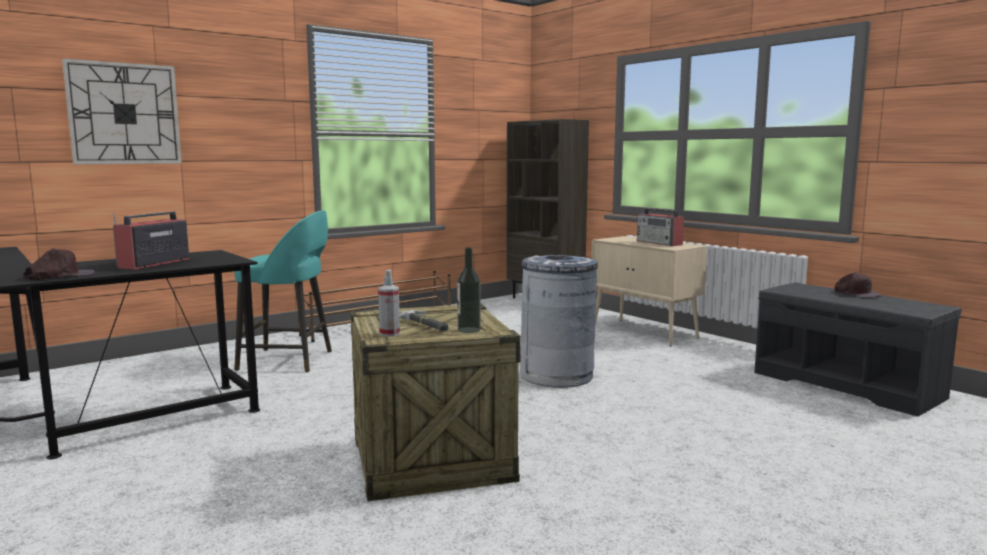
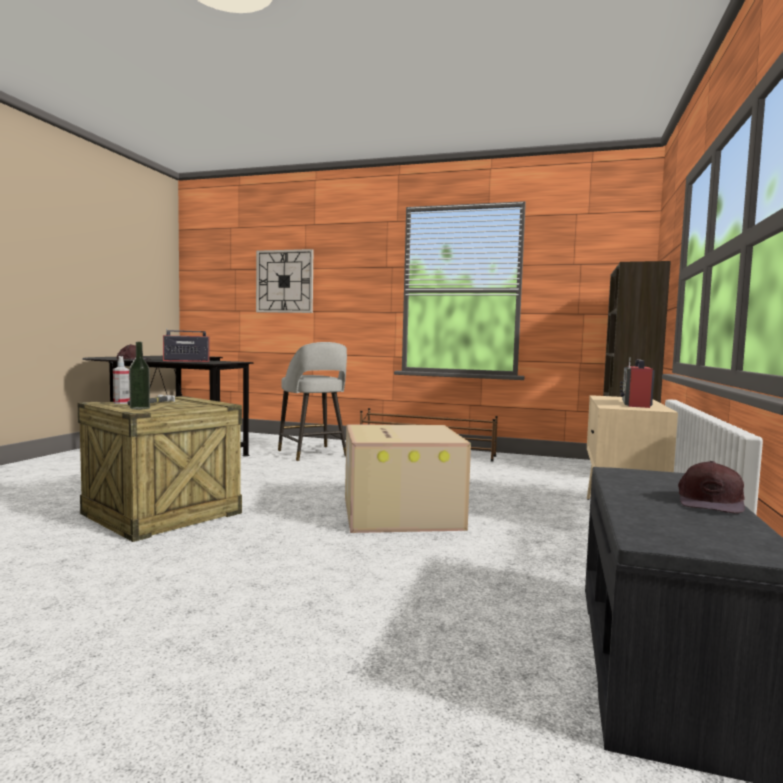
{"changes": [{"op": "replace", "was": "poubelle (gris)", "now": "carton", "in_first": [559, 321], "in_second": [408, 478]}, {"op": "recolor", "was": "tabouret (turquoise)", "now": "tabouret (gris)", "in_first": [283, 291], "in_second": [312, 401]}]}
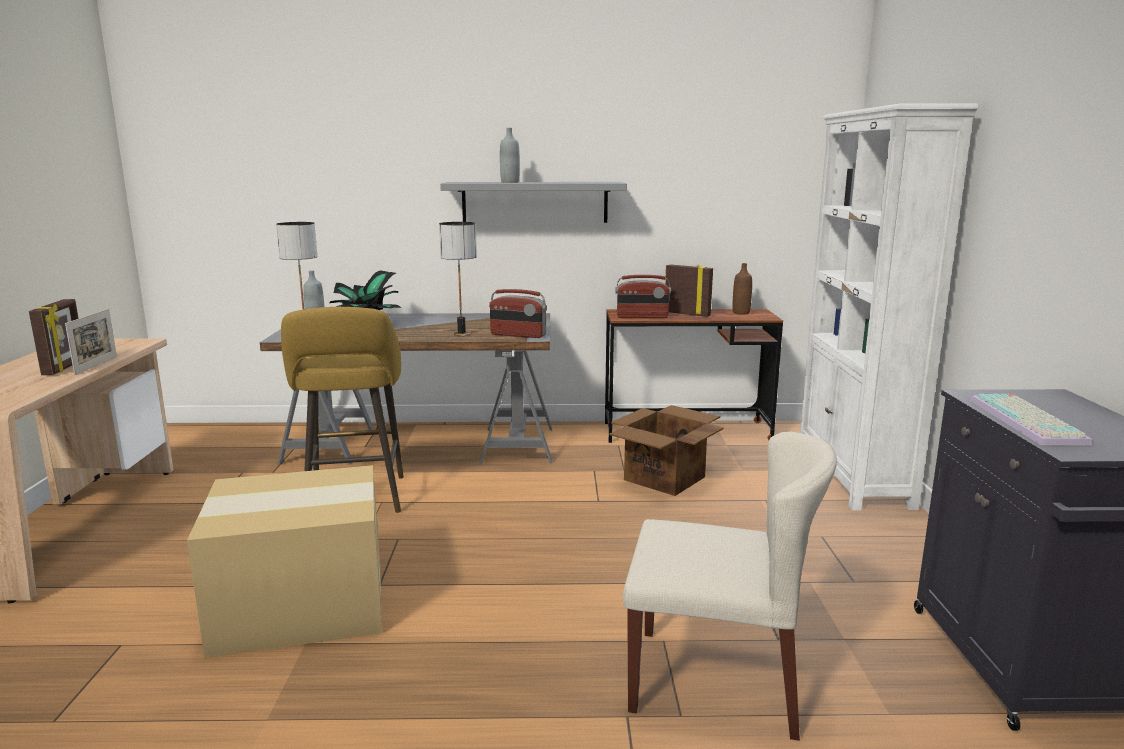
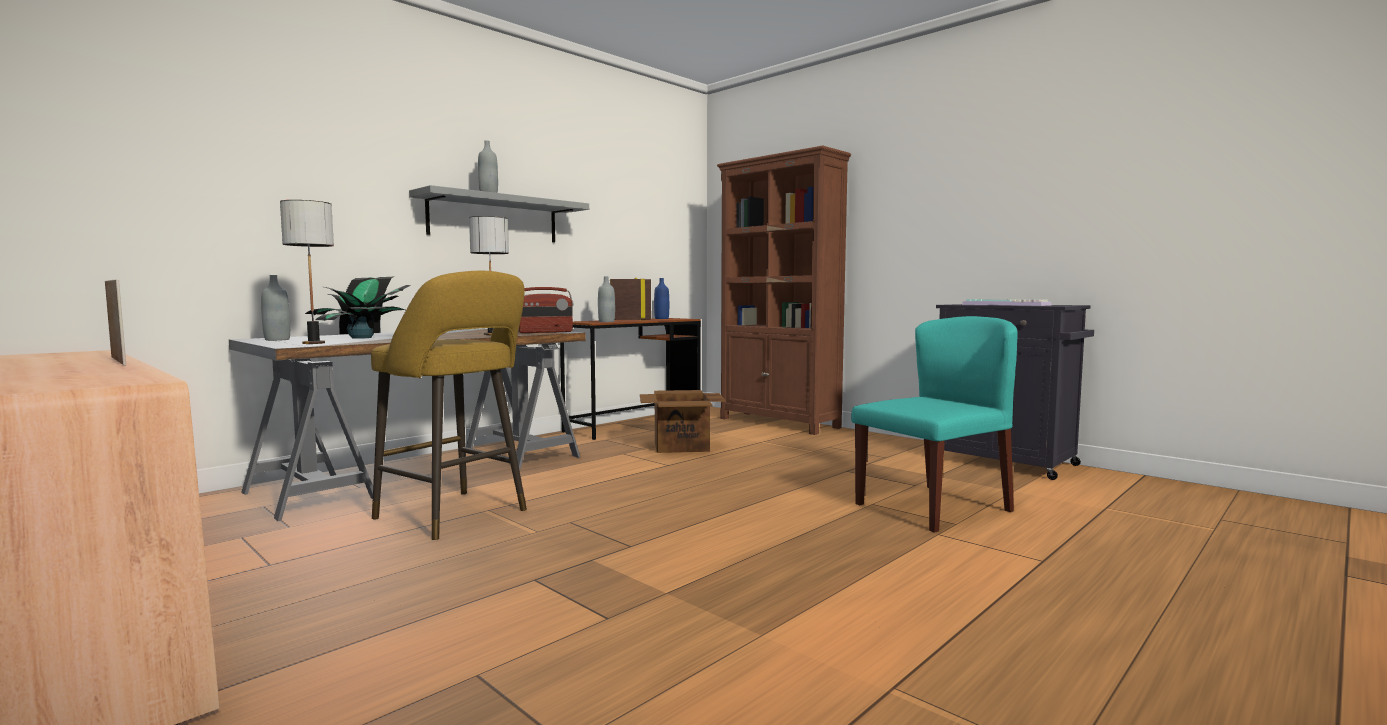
{"changes": [{"op": "delete", "was": "cadre photo", "in_first": [54, 337]}, {"op": "delete", "was": "carton", "in_first": [284, 561]}, {"op": "replace", "was": "radio", "now": "bouteille (gris)", "in_first": [643, 296], "in_second": [606, 299]}, {"op": "recolor", "was": "chaise (beige)", "now": "chaise (turquoise)", "in_first": [730, 586], "in_second": [934, 424]}, {"op": "recolor", "was": "bouteille (marron)", "now": "bouteille (bleu)", "in_first": [742, 289], "in_second": [661, 298]}, {"op": "recolor", "was": "bibliothèque (blanc)", "now": "bibliothèque (marron)", "in_first": [889, 306], "in_second": [784, 290]}]}
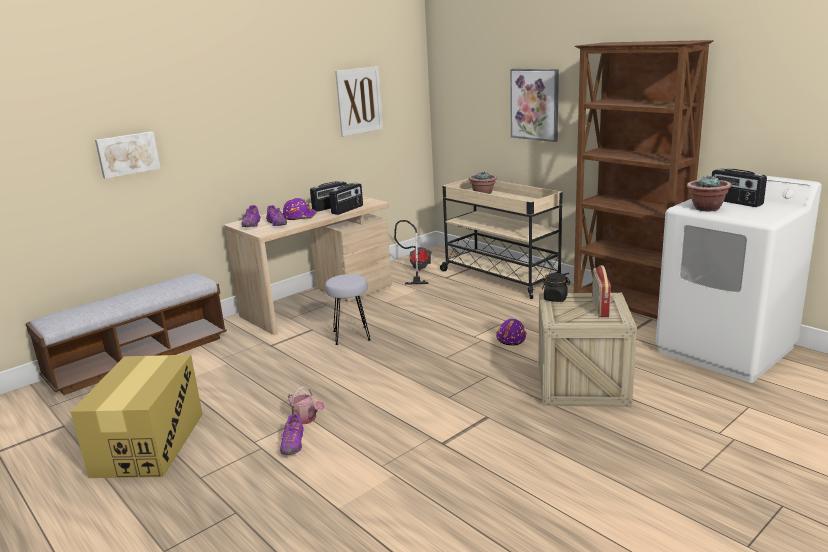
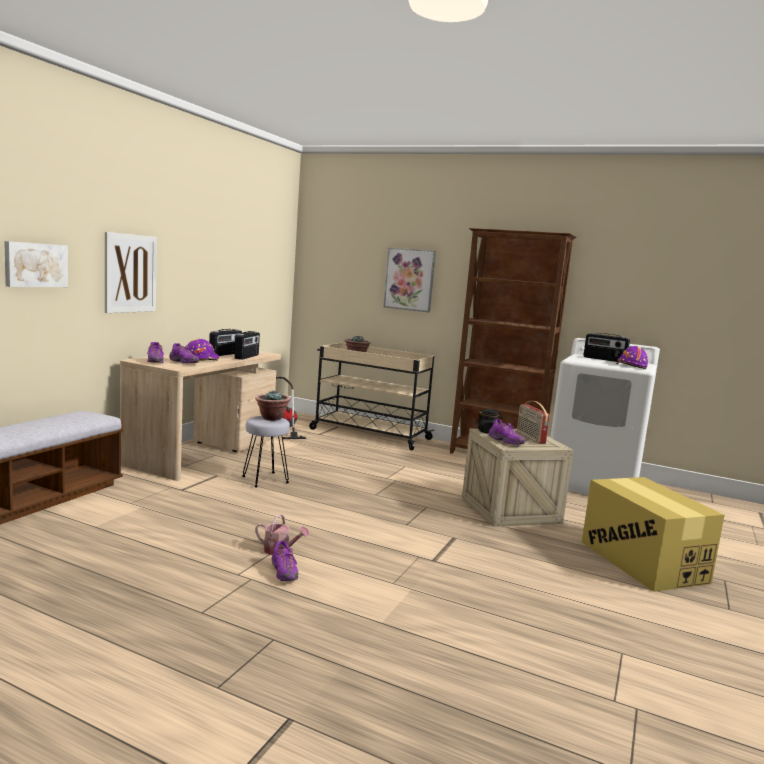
{"changes": [{"op": "insert", "now": "chaussure (violet)", "in_second": [507, 432]}, {"op": "move", "was": "carton", "in_first": [137, 416], "in_second": [653, 534]}, {"op": "move", "was": "tableau", "in_first": [359, 101], "in_second": [131, 272]}, {"op": "move", "was": "casque de chantier (violet)", "in_first": [511, 332], "in_second": [632, 357]}, {"op": "move", "was": "plante en pot", "in_first": [709, 193], "in_second": [273, 406]}]}
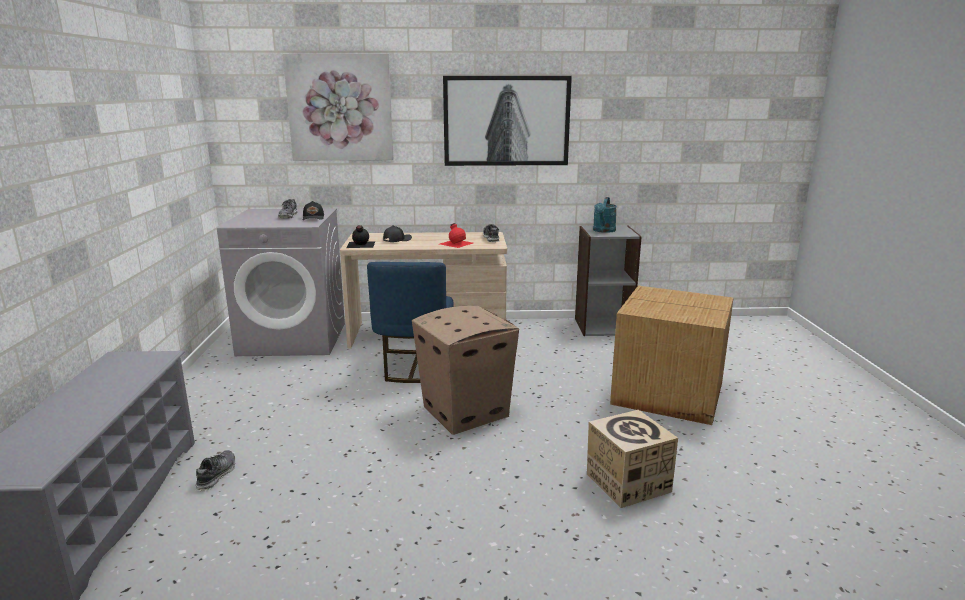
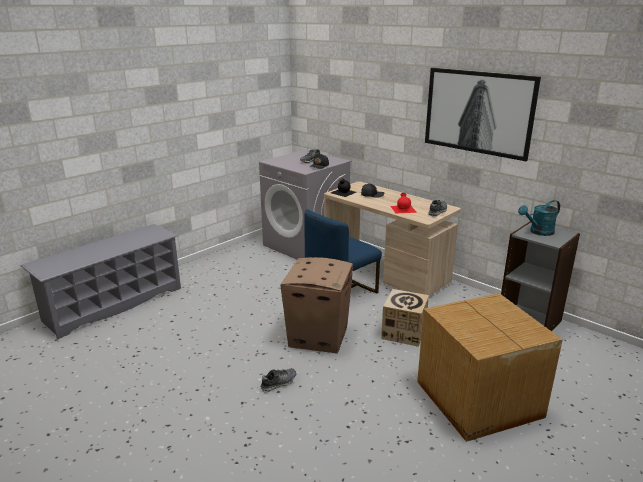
{"changes": [{"op": "delete", "was": "tableau", "in_first": [338, 106]}, {"op": "move", "was": "chaussure", "in_first": [215, 470], "in_second": [278, 380]}, {"op": "move", "was": "carton", "in_first": [632, 459], "in_second": [405, 318]}]}
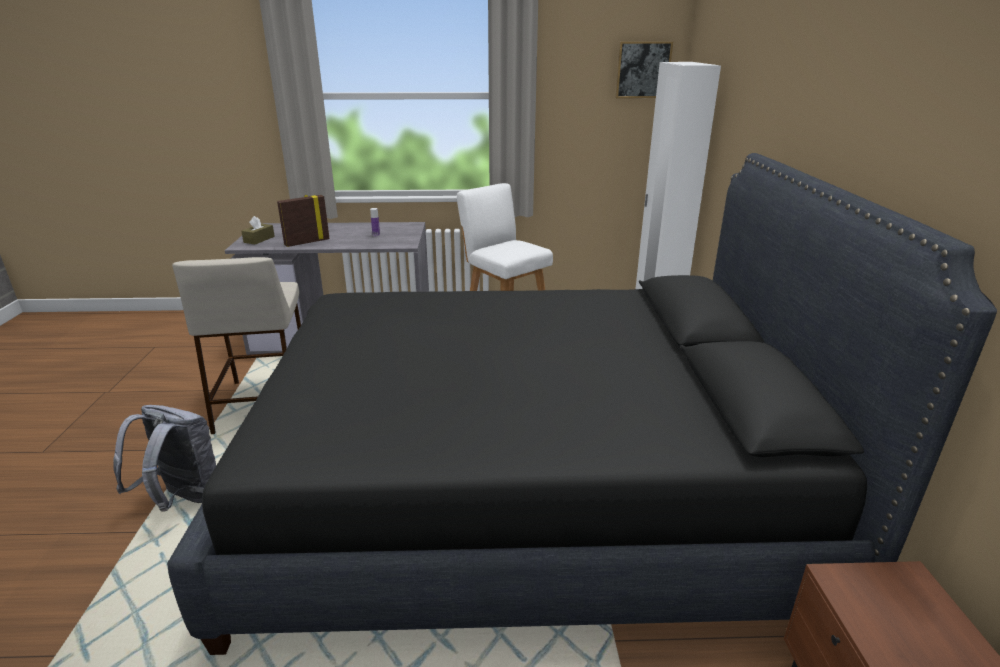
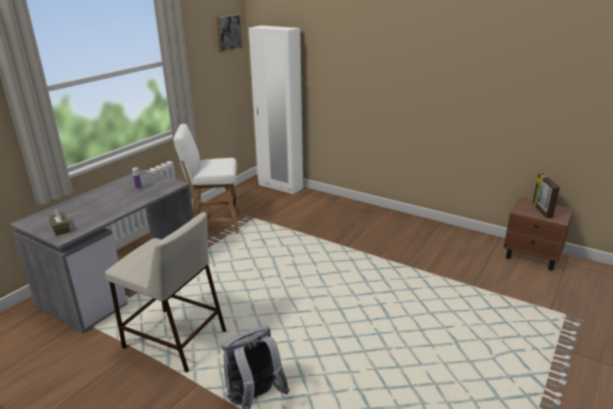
{"changes": [{"op": "delete", "was": "lit (noir)", "in_first": [582, 404]}, {"op": "move", "was": "cadre photo", "in_first": [303, 221], "in_second": [546, 196]}]}
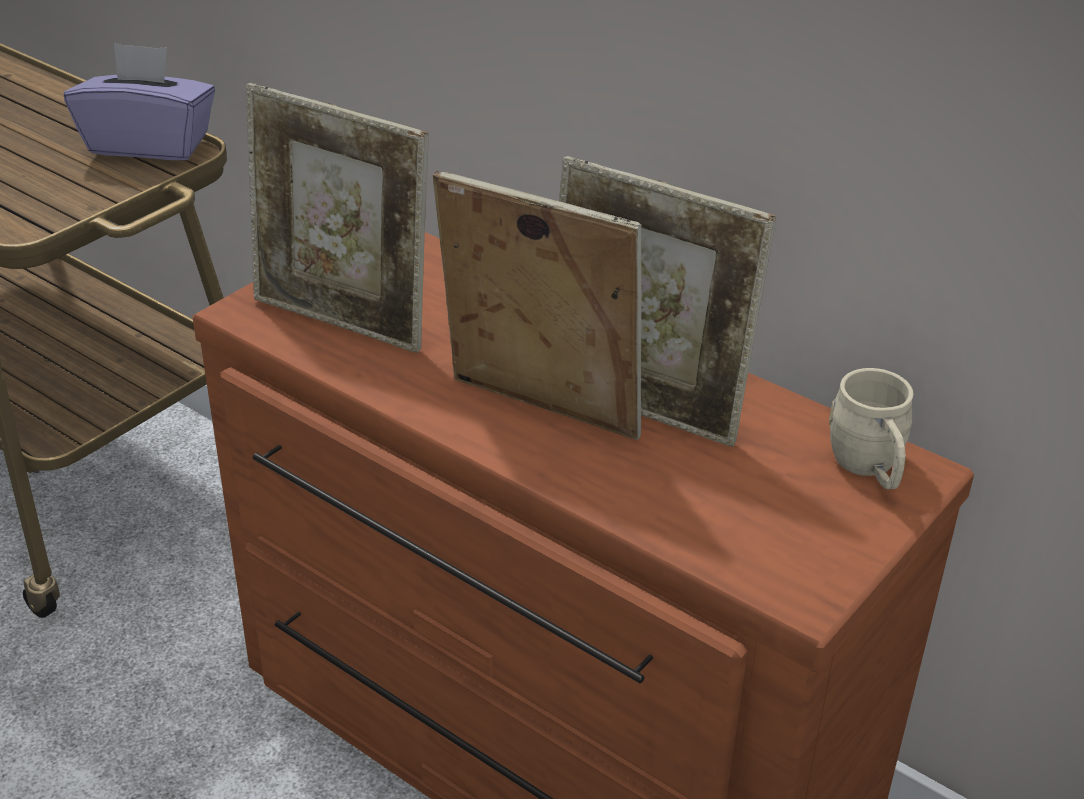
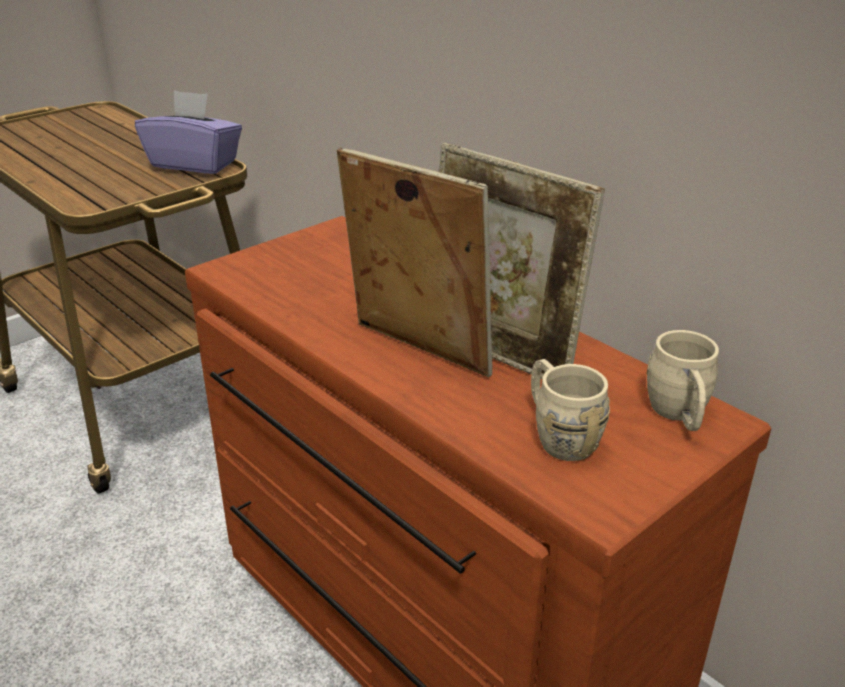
{"changes": [{"op": "delete", "was": "cadre photo", "in_first": [337, 218]}, {"op": "insert", "now": "mug (beige)", "in_second": [570, 410]}]}
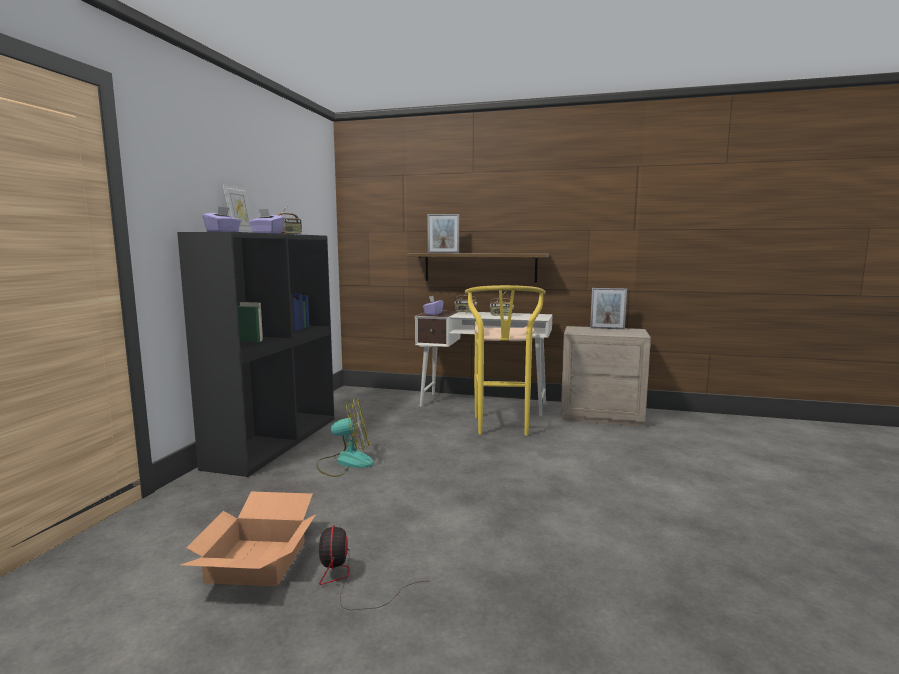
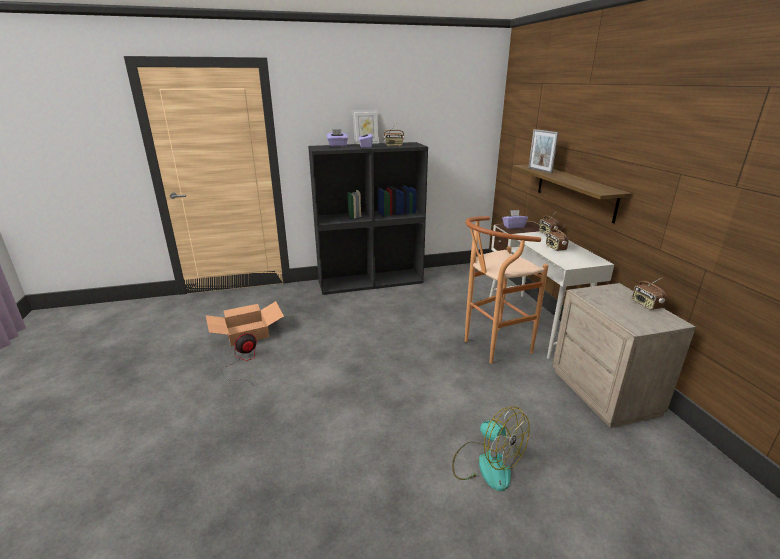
{"changes": [{"op": "move", "was": "ventilateur", "in_first": [345, 437], "in_second": [491, 448]}, {"op": "replace", "was": "cadre photo", "now": "radio", "in_first": [608, 308], "in_second": [649, 293]}, {"op": "recolor", "was": "tabouret (jaune)", "now": "tabouret (marron)", "in_first": [505, 360], "in_second": [506, 290]}]}
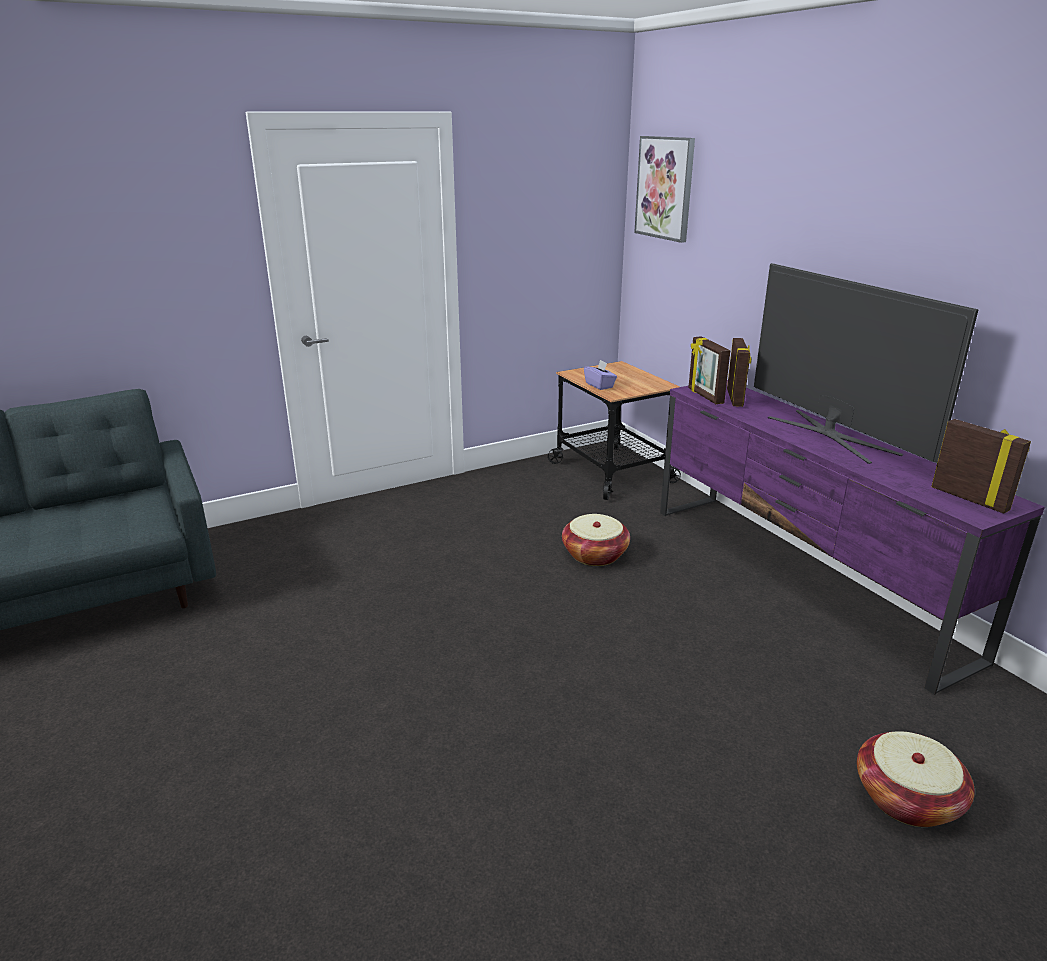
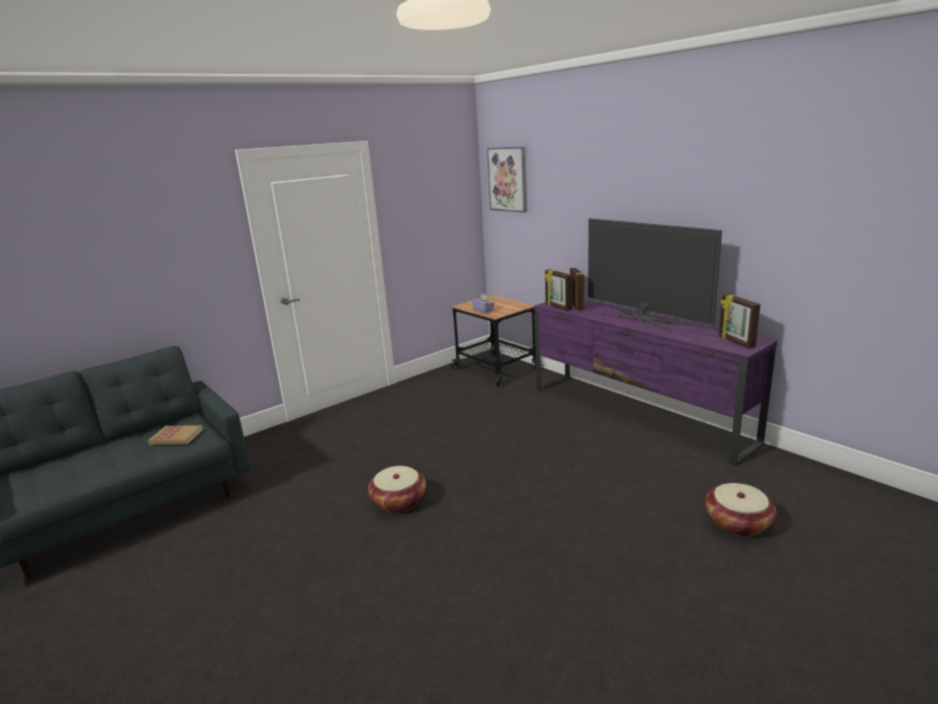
{"changes": [{"op": "insert", "now": "livre", "in_second": [175, 435]}, {"op": "move", "was": "panier", "in_first": [596, 540], "in_second": [397, 489]}, {"op": "rotate", "was": "cadre photo", "in_first": [981, 466], "in_second": [739, 321], "clockwise": -150}]}
